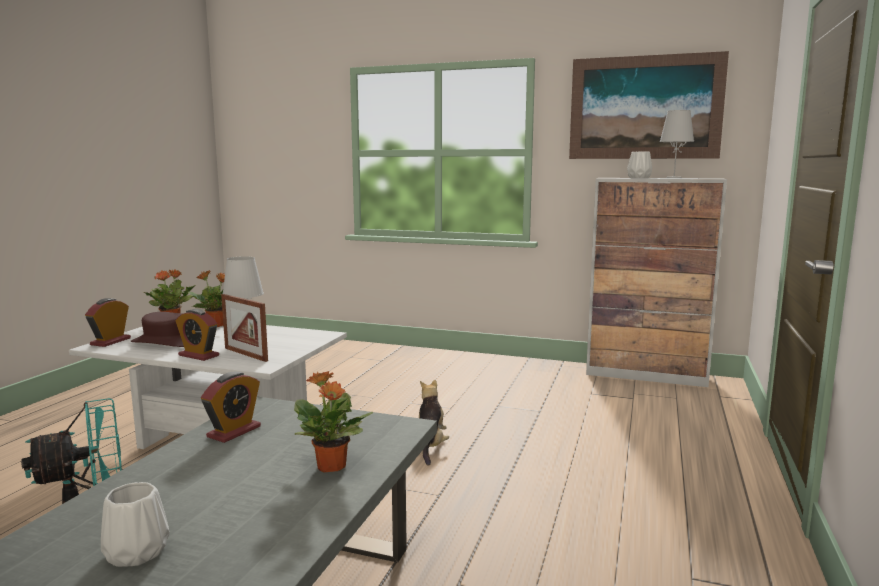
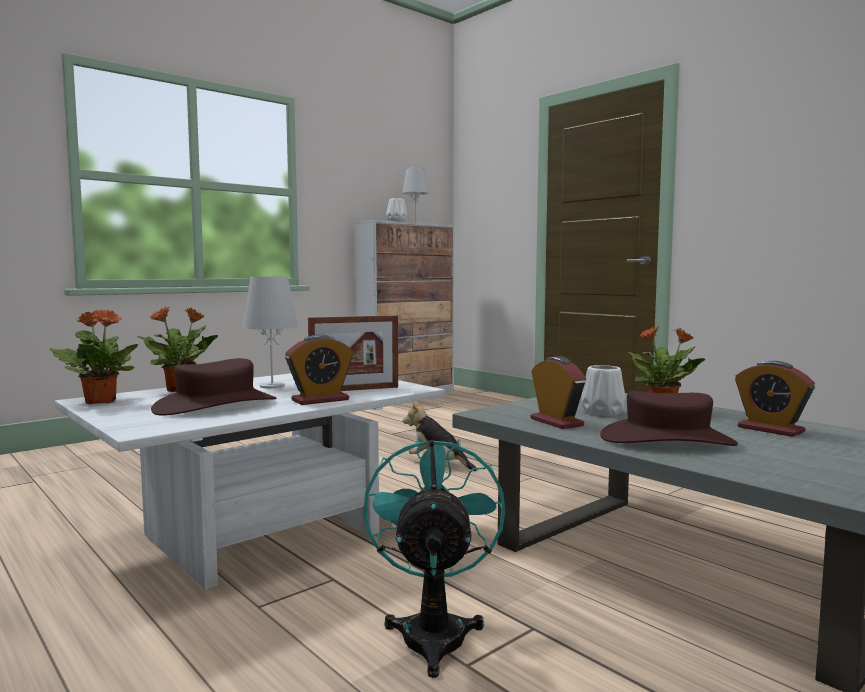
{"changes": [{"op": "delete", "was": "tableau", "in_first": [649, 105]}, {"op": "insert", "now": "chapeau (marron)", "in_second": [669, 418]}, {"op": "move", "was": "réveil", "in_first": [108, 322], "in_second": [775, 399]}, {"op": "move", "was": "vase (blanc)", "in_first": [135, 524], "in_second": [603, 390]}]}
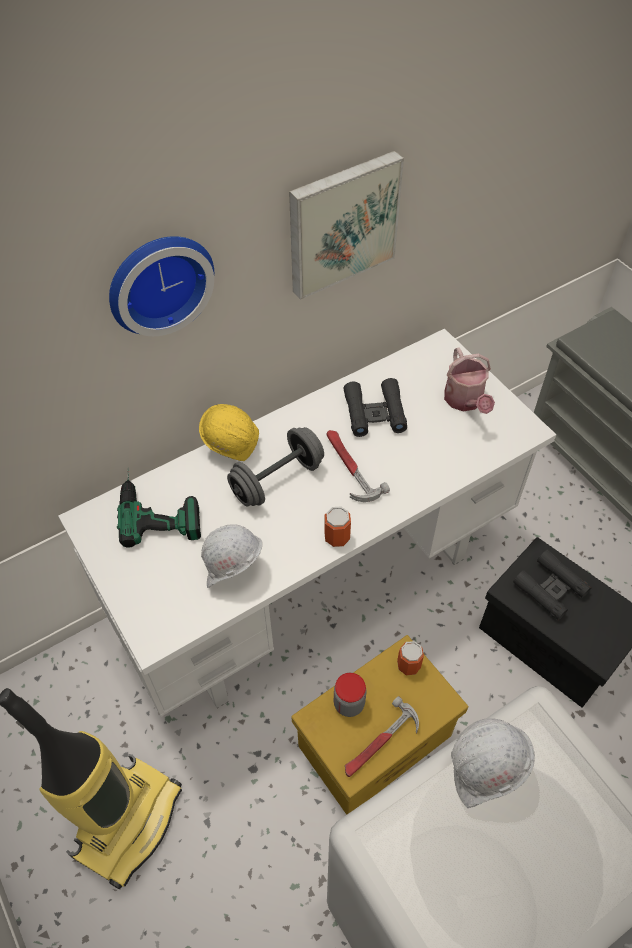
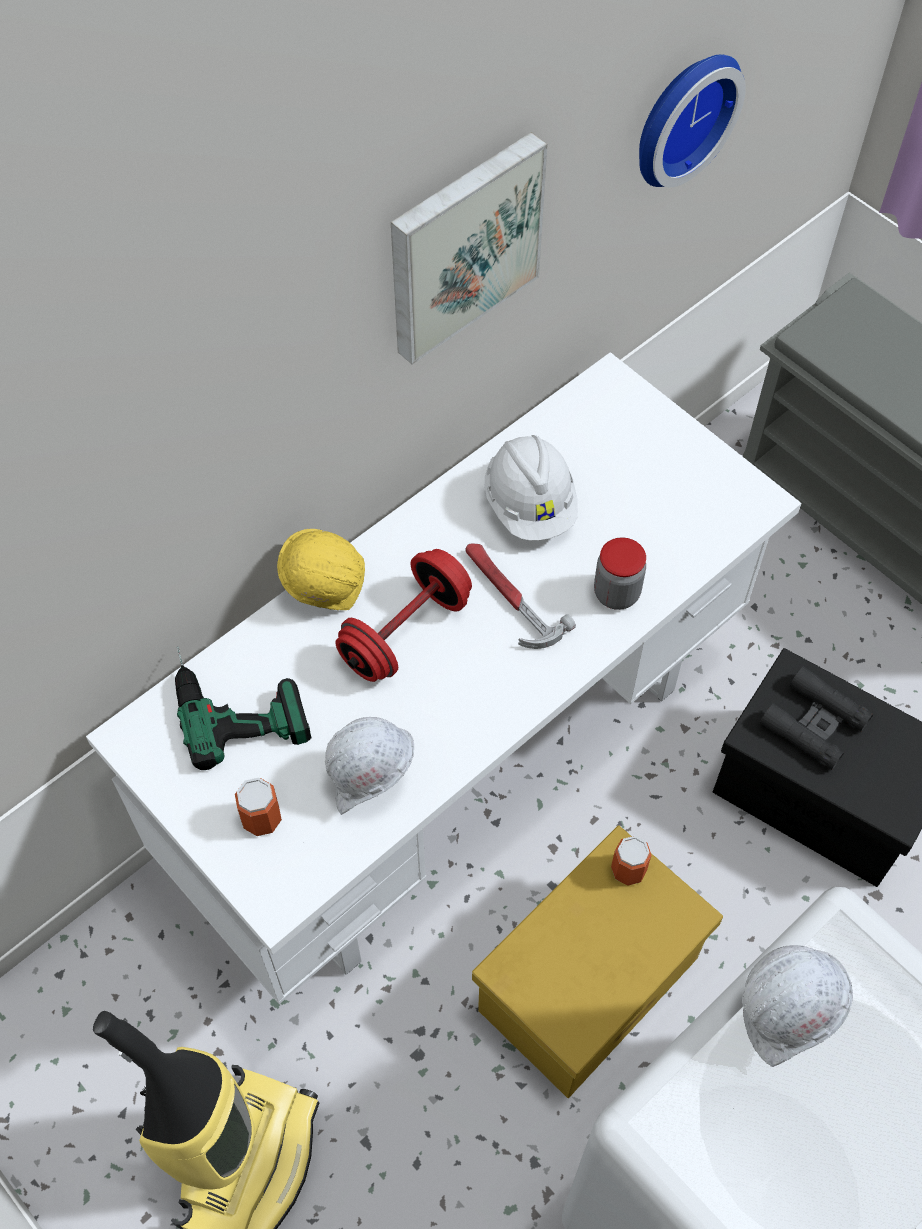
{"changes": [{"op": "delete", "was": "marteau", "in_first": [382, 736]}, {"op": "delete", "was": "arrosoir", "in_first": [469, 380]}, {"op": "move", "was": "horloge murale", "in_first": [161, 286], "in_second": [692, 120]}, {"op": "move", "was": "boîte métallique", "in_first": [337, 527], "in_second": [258, 807]}, {"op": "move", "was": "bocal", "in_first": [350, 695], "in_second": [620, 573]}, {"op": "replace", "was": "jumelles (noir)", "now": "casque de chantier (blanc)", "in_first": [375, 407], "in_second": [531, 488]}, {"op": "recolor", "was": "haltère (gris)", "now": "haltère (rouge)", "in_first": [275, 467], "in_second": [403, 615]}]}
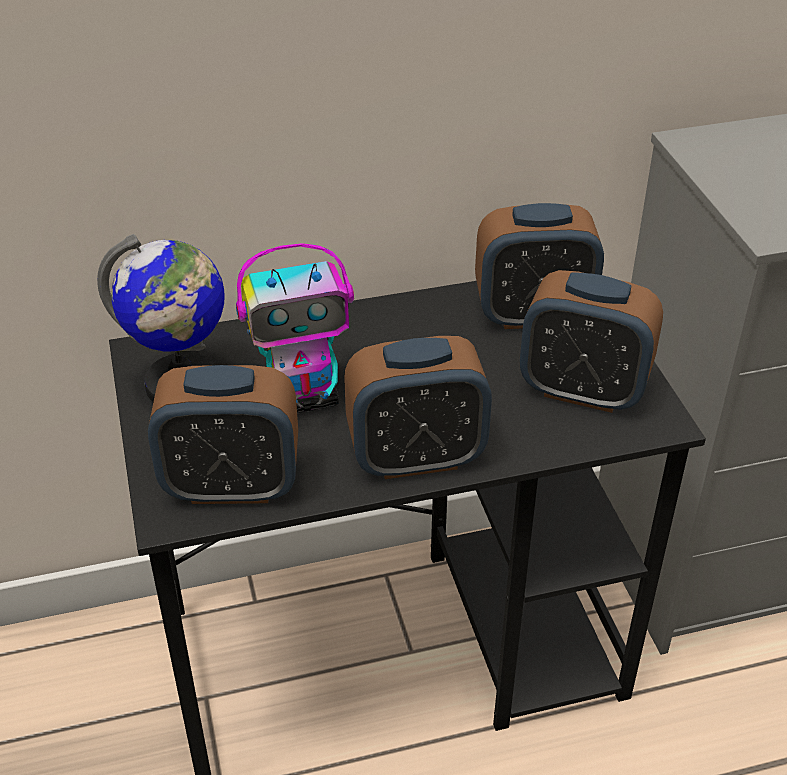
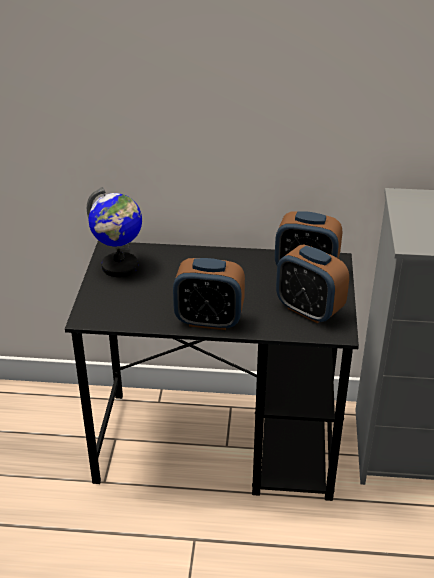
{"changes": [{"op": "delete", "was": "réveil", "in_first": [223, 434]}, {"op": "delete", "was": "robot jouet", "in_first": [295, 328]}]}
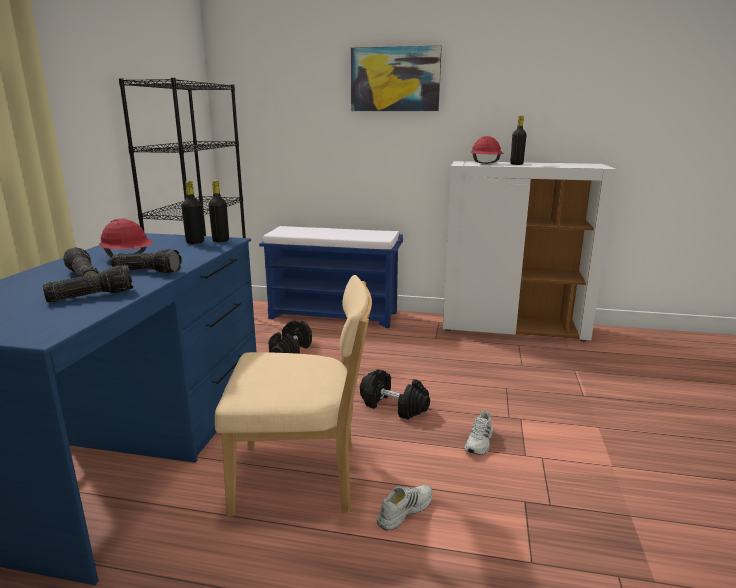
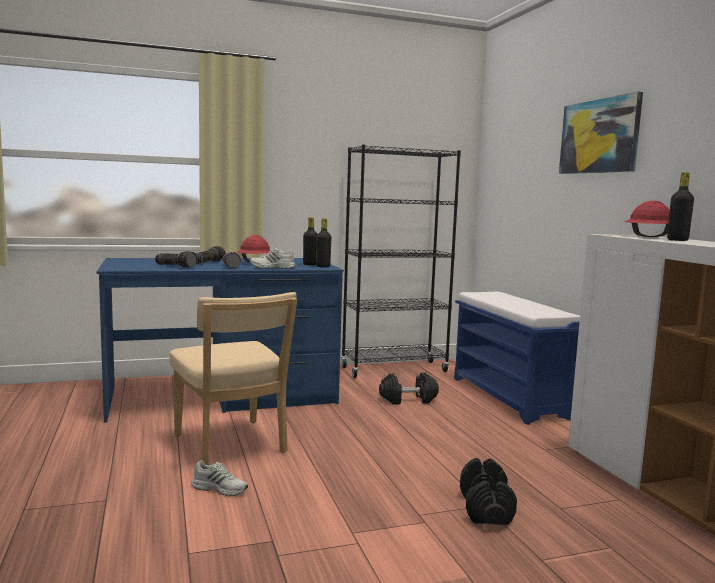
{"changes": [{"op": "move", "was": "haltère (noir)", "in_first": [395, 394], "in_second": [488, 491]}, {"op": "move", "was": "chaussure (blanc)", "in_first": [479, 432], "in_second": [273, 258]}]}
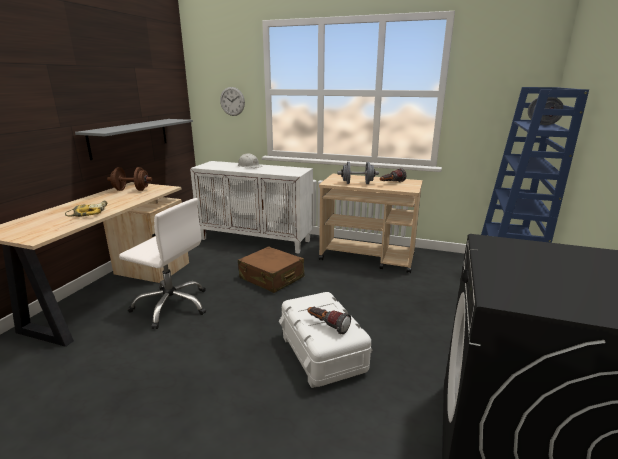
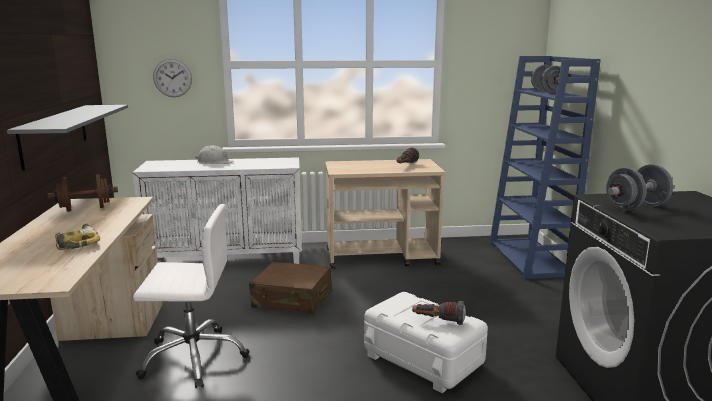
{"changes": [{"op": "move", "was": "haltère (gris)", "in_first": [358, 173], "in_second": [639, 187]}]}
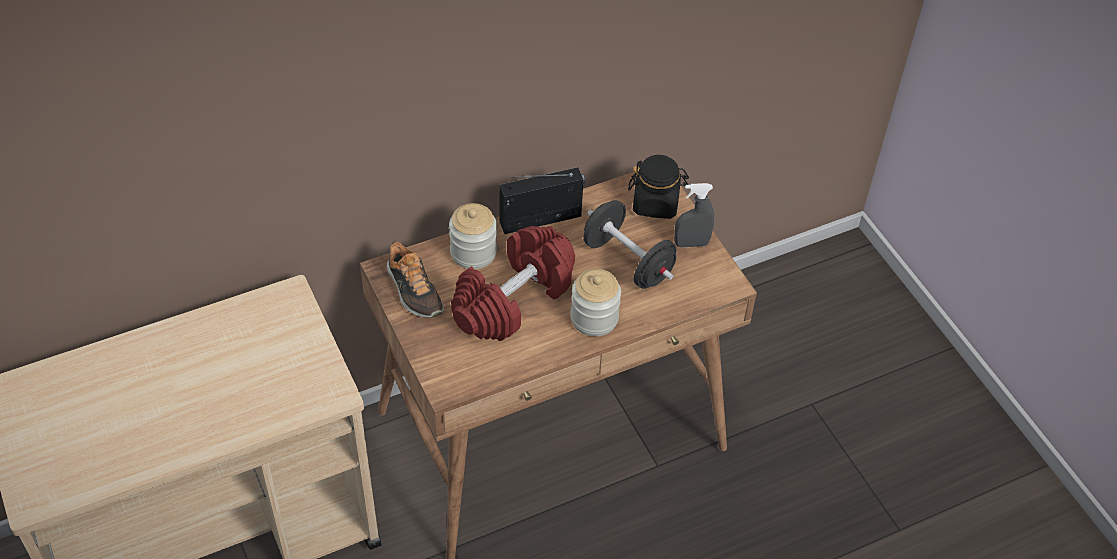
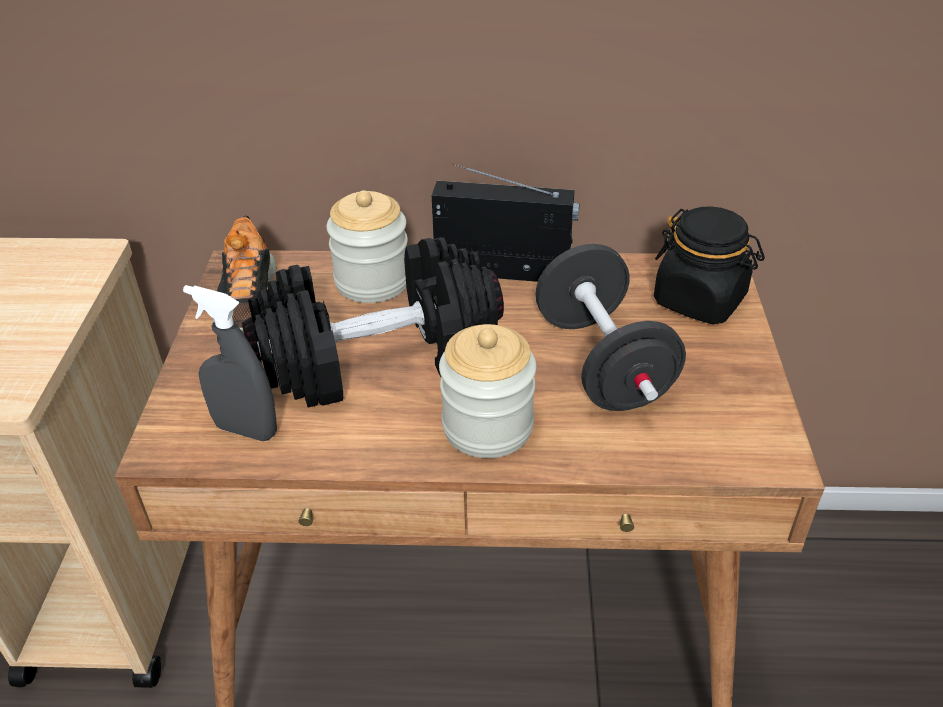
{"changes": [{"op": "move", "was": "vaporisateur (gris)", "in_first": [694, 215], "in_second": [230, 363]}, {"op": "recolor", "was": "haltère (rouge)", "now": "haltère (noir)", "in_first": [513, 283], "in_second": [373, 322]}]}
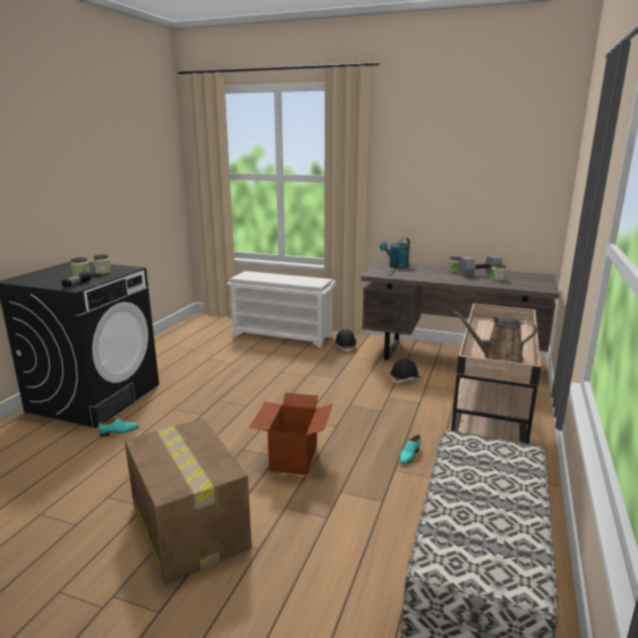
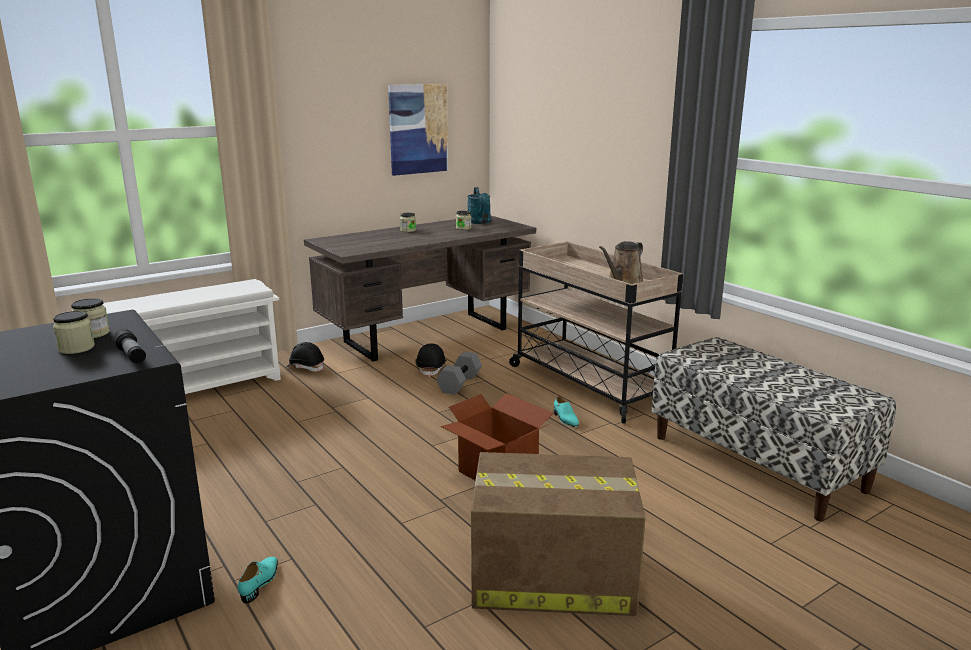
{"changes": [{"op": "insert", "now": "tableau", "in_second": [418, 130]}, {"op": "move", "was": "arrosoir (turquoise)", "in_first": [395, 253], "in_second": [479, 205]}, {"op": "move", "was": "haltère (gris)", "in_first": [480, 266], "in_second": [459, 373]}]}
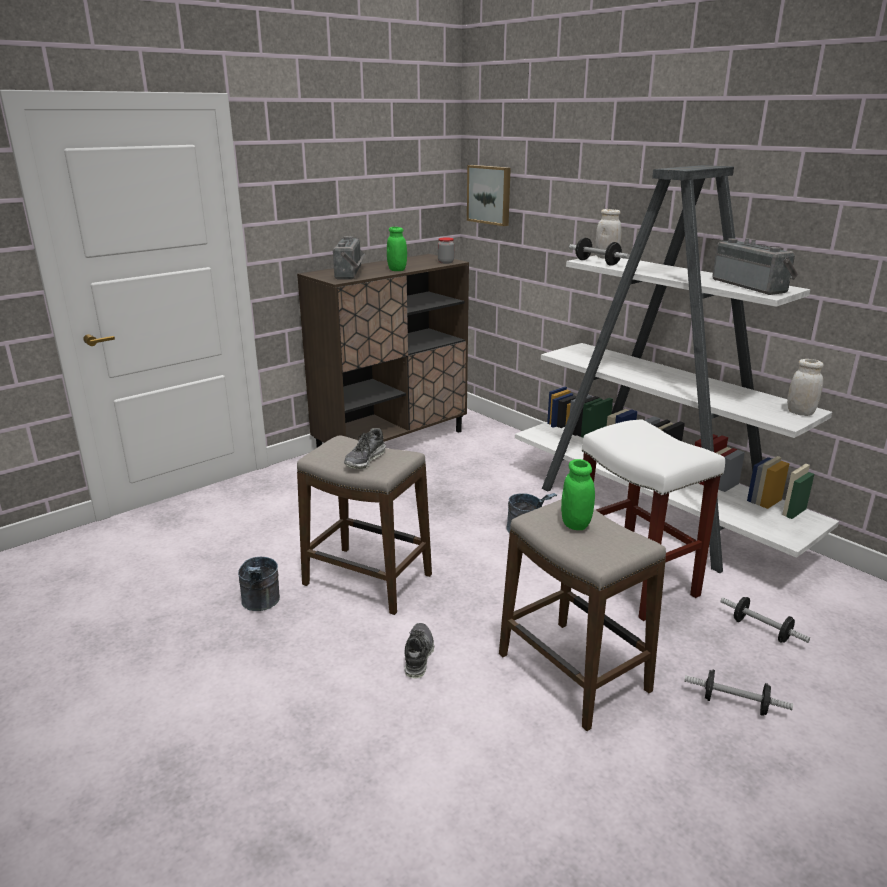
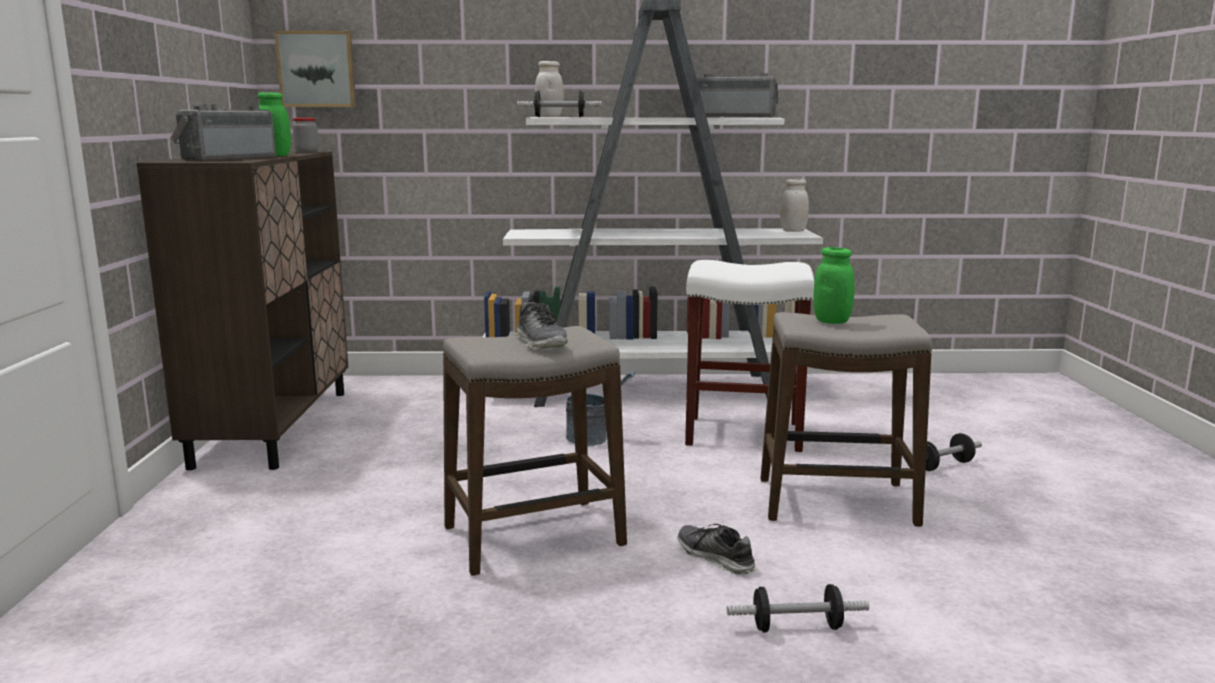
{"changes": [{"op": "delete", "was": "seau (gris)", "in_first": [259, 584]}, {"op": "move", "was": "haltère", "in_first": [765, 620], "in_second": [798, 608]}, {"op": "rotate", "was": "radio", "in_first": [349, 257], "in_second": [223, 132], "clockwise": -105}]}
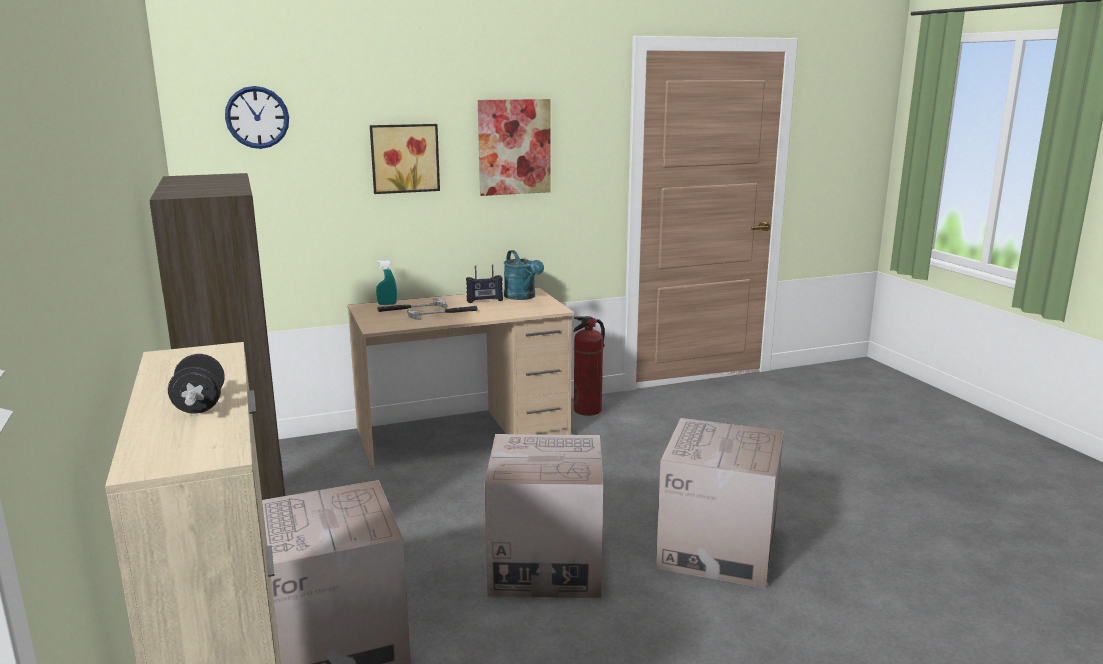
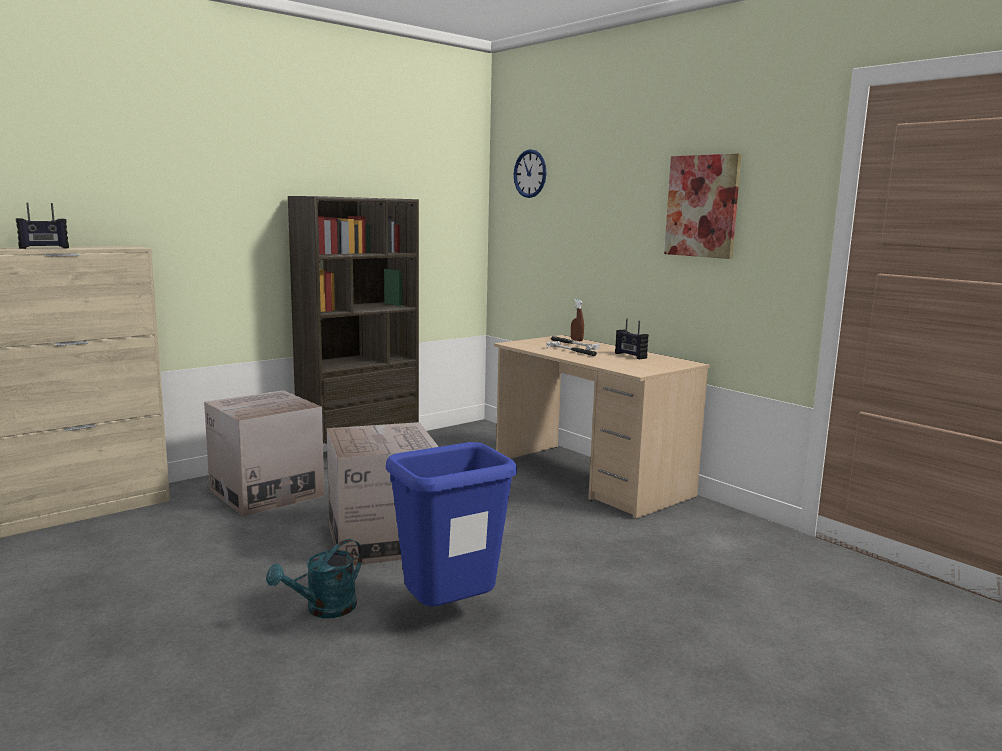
{"changes": [{"op": "delete", "was": "tableau", "in_first": [405, 159]}, {"op": "delete", "was": "extincteur", "in_first": [589, 366]}, {"op": "move", "was": "arrosoir (turquoise)", "in_first": [524, 275], "in_second": [314, 578]}, {"op": "replace", "was": "haltère (noir)", "now": "radio", "in_first": [196, 383], "in_second": [42, 226]}, {"op": "replace", "was": "carton", "now": "poubelle (bleu)", "in_first": [720, 503], "in_second": [451, 524]}, {"op": "recolor", "was": "vaporisateur (turquoise)", "now": "vaporisateur (marron)", "in_first": [386, 282], "in_second": [577, 320]}]}
